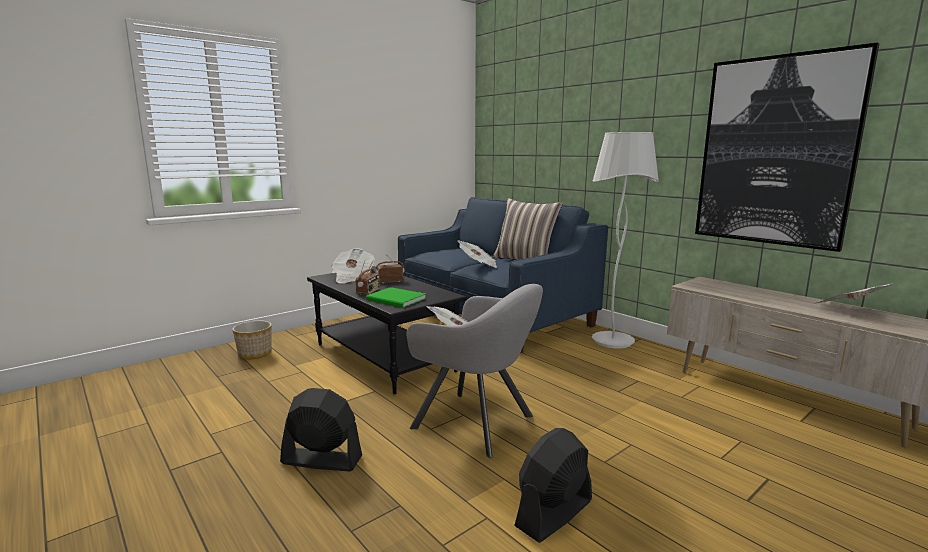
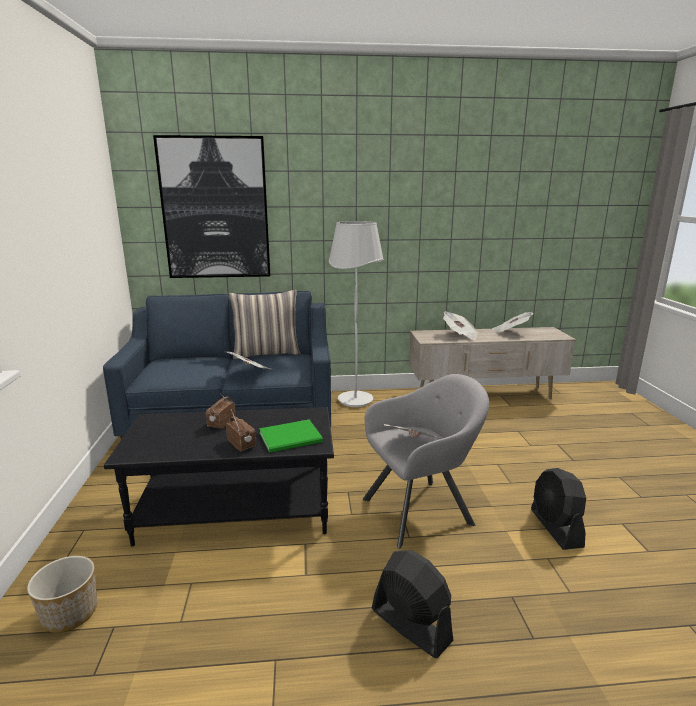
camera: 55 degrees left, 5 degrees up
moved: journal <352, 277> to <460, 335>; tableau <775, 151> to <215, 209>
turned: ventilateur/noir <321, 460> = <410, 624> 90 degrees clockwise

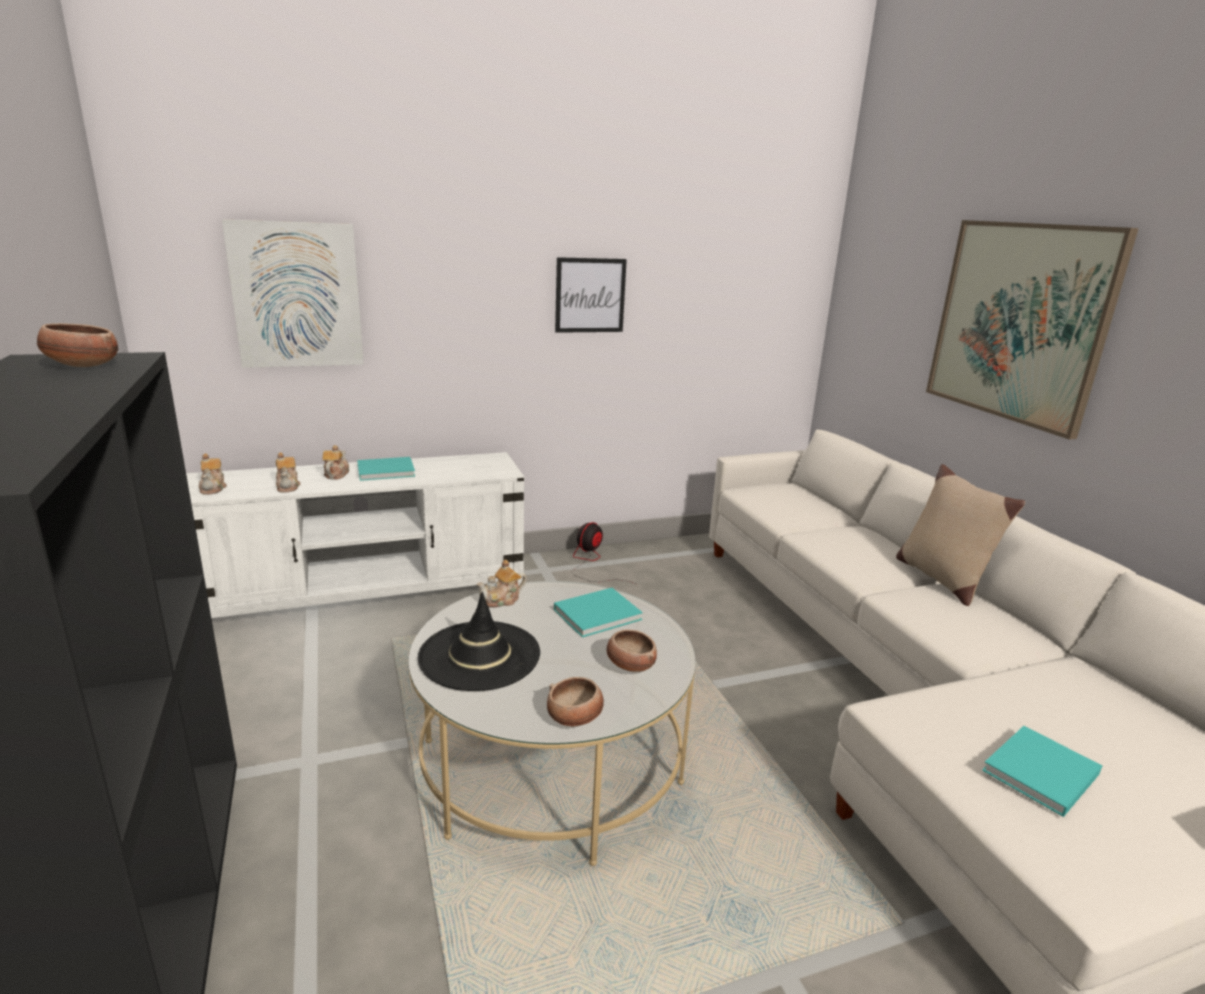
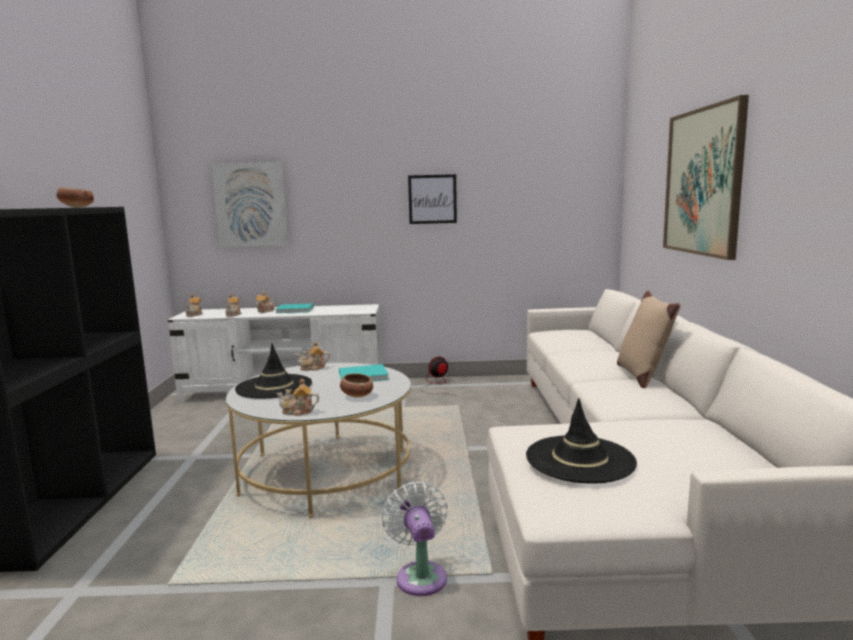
camera: 20 degrees right, 10 degrees down
added: ventilateur/blanc <420, 575>
replaced: bol <575, 718> to théière <298, 412>; livre/turquoise <1039, 774> to chapeau/noir <580, 459>

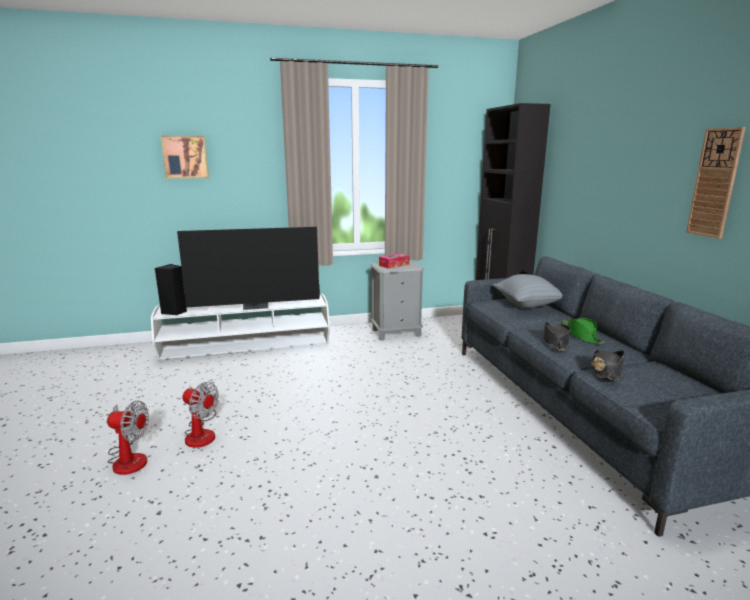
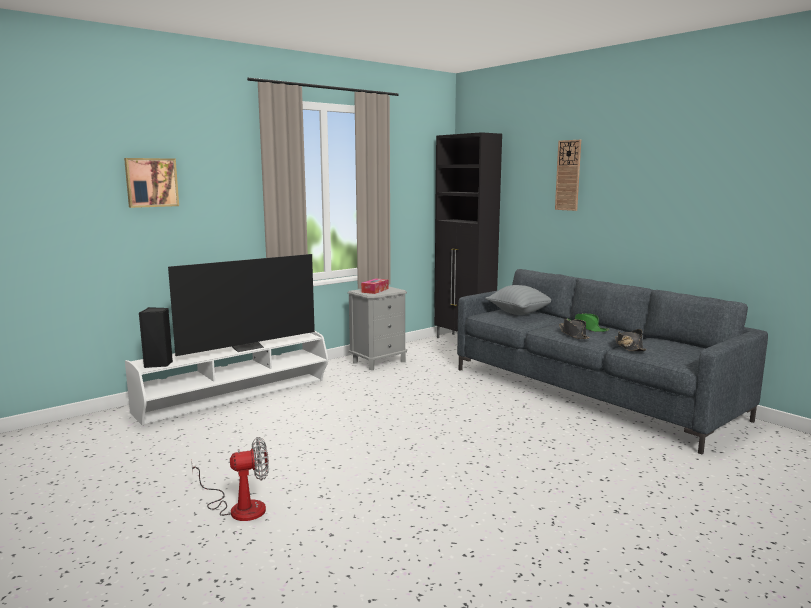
camera: 25 degrees left, 5 degrees down
removed: ventilateur <202, 433>
moved: horloge murale <715, 183> to <568, 175>

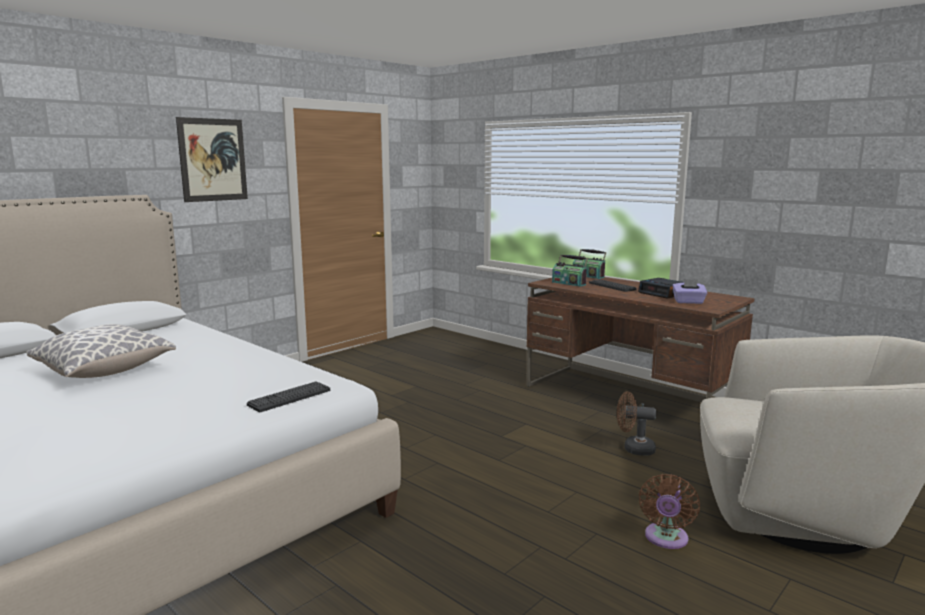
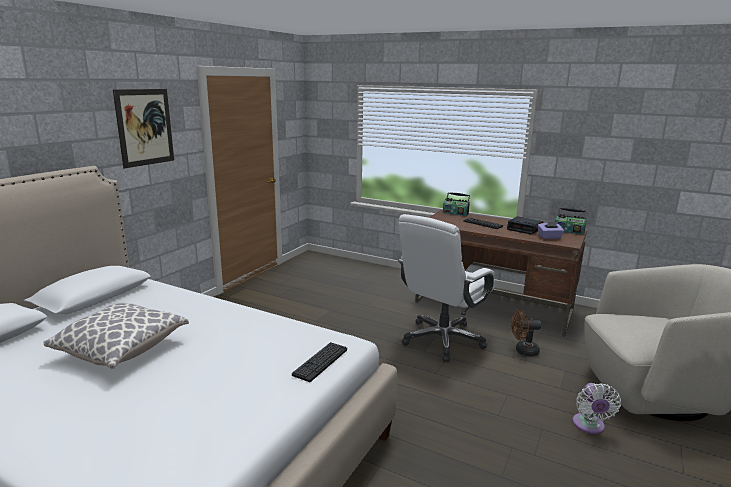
camera: 15 degrees left, 5 degrees up
added: chaise de bureau/blanc <442, 340>
moved: radio <569, 283> to <569, 231>
recoloured: ventilateur/marron <665, 539> to ventilateur/blanc <589, 426>

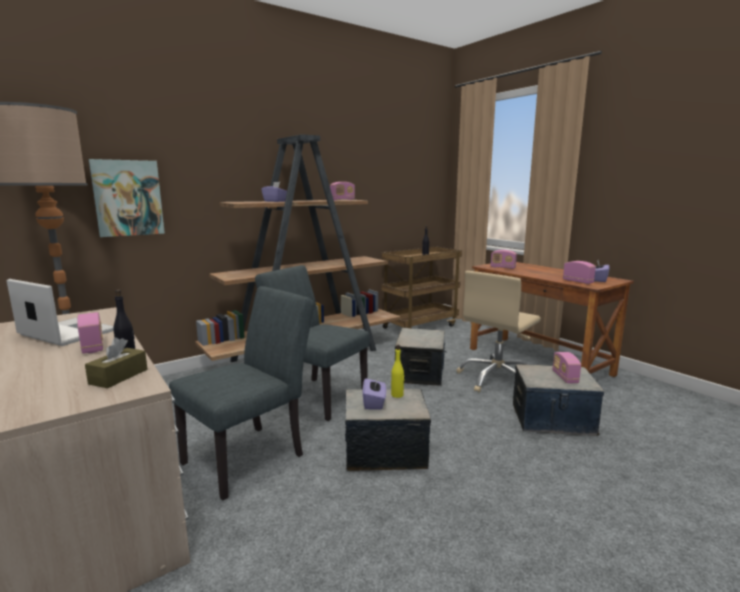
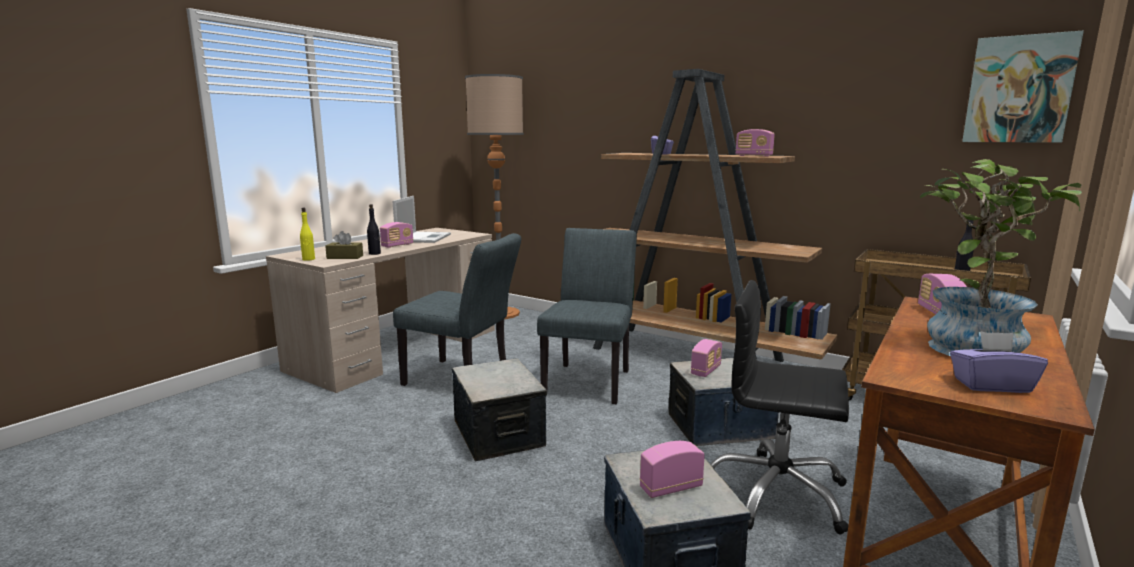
camera: 70 degrees right, 0 degrees up
removed: boîte à mouchoirs/violet <374, 403>
added: plante en pot <972, 345>
moved: tableau <128, 198> to <1019, 89>; bouteille/jaune <397, 395> to <308, 259>; radio <577, 282> to <706, 370>
recoloured: chaise de bureau/beige <497, 379> to chaise de bureau/noir <776, 493>

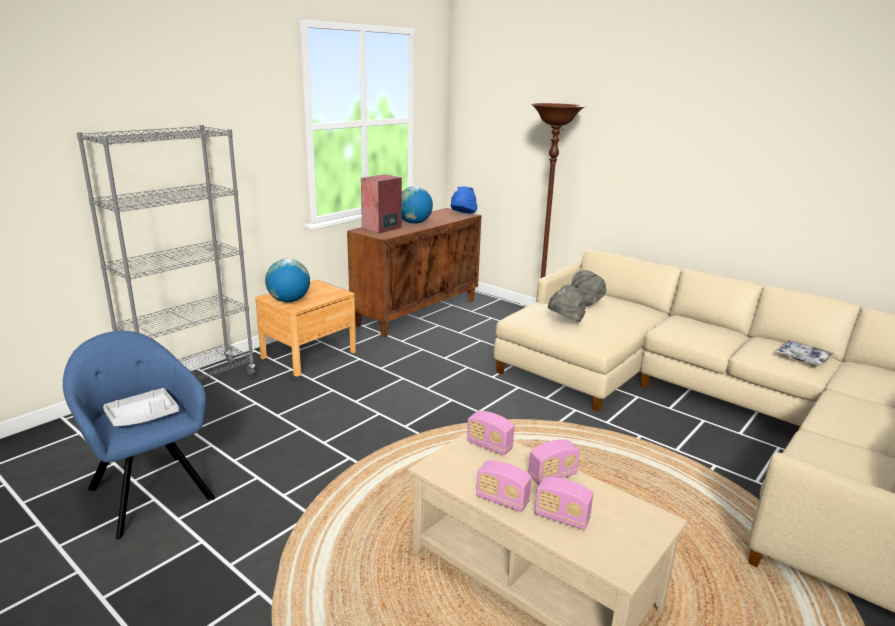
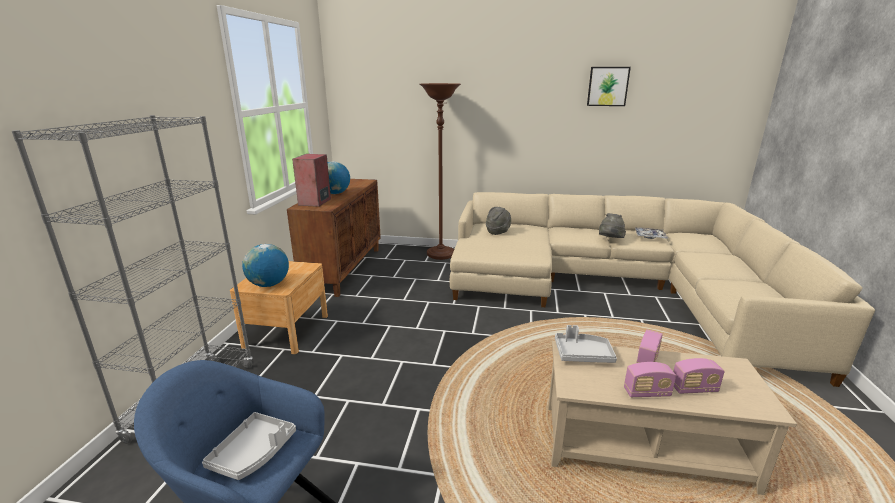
camera: 30 degrees left, 0 degrees up
removed: chapeau/bleu <463, 215>
added: tableau <607, 86>
moved: chapeau/gris <565, 321> to <610, 240>
replaced: radio <489, 446> to plateau/gris <582, 354>

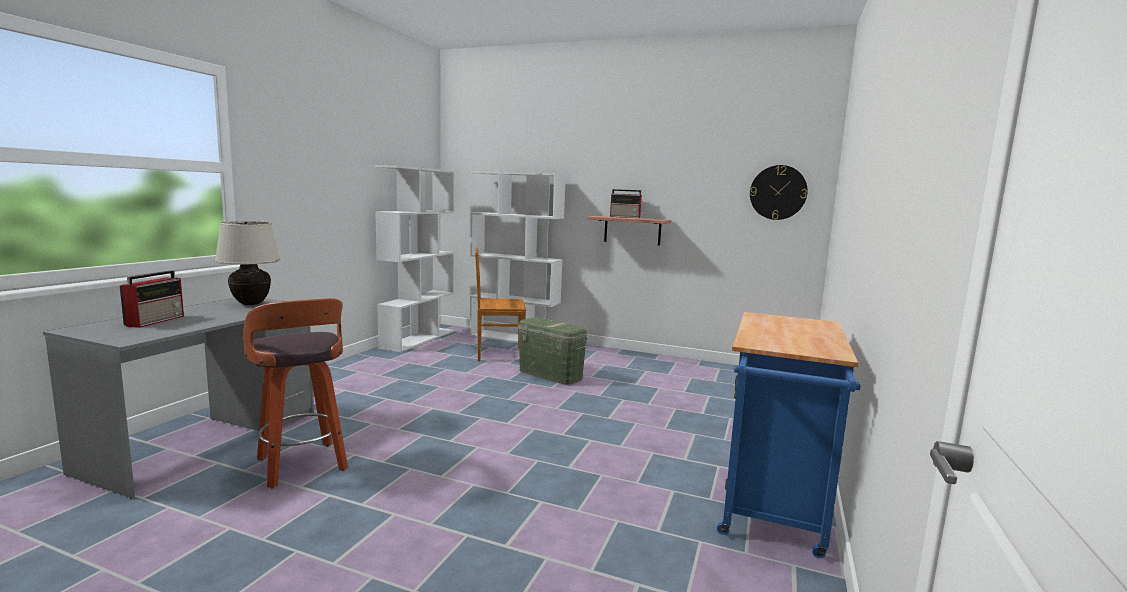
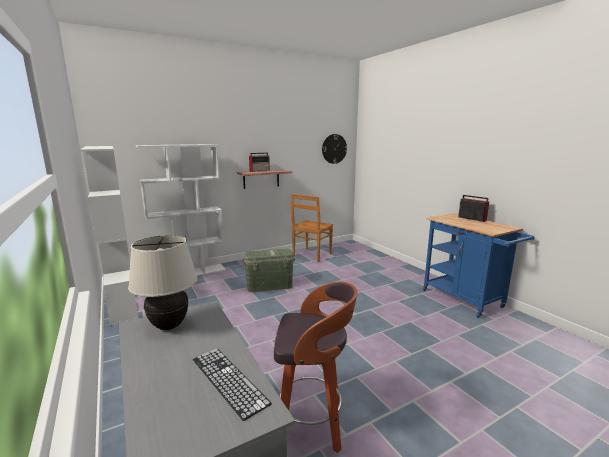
camera: 50 degrees left, 5 degrees up
added: clavier <228, 380>
moved: radio <156, 320> to <471, 219>; chaise/marron <498, 354> to <311, 255>

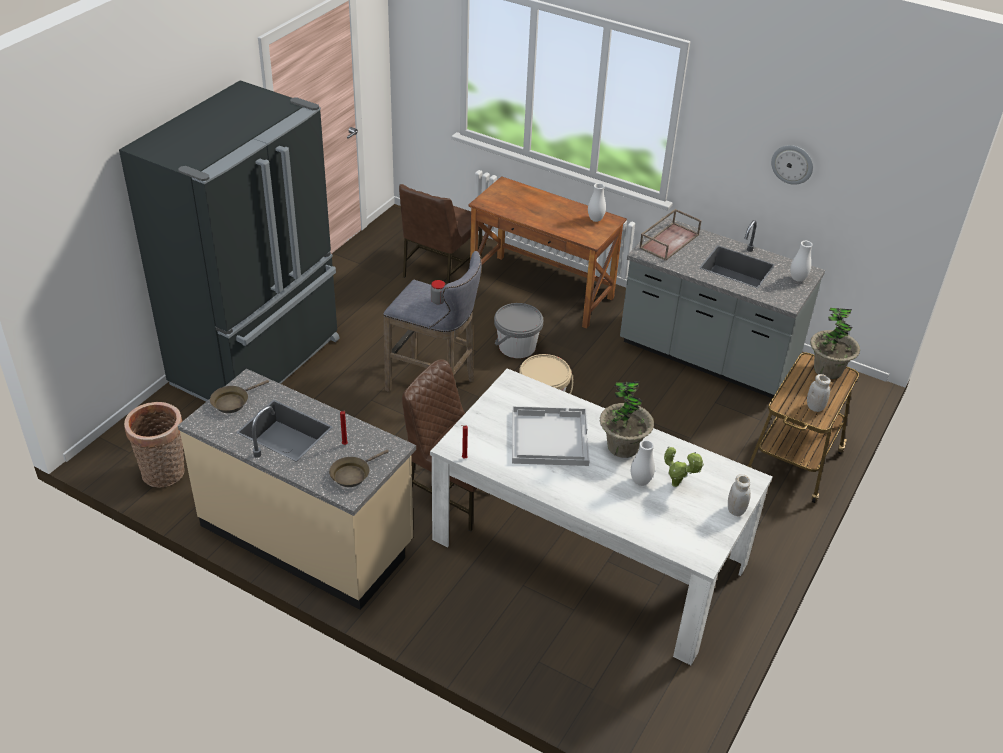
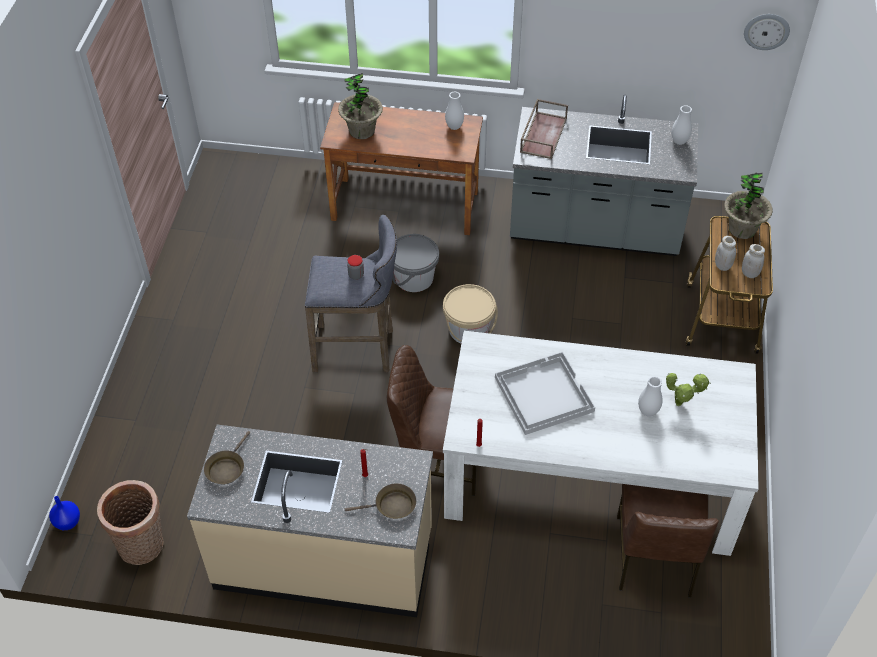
camera: 20 degrees left, 10 degrees up
removed: réfrigérateur/noir <259, 362>
added: vase/bleu <67, 522>
moved: chaise/marron <440, 270> to <654, 557>; plante en pot <623, 446> to <362, 130>; bocal/blanc <736, 510> to <722, 265>; horloge murale <792, 164> to <766, 31>
turned: poêle/marron <352, 474> = <392, 506> 120 degrees counterclockwise

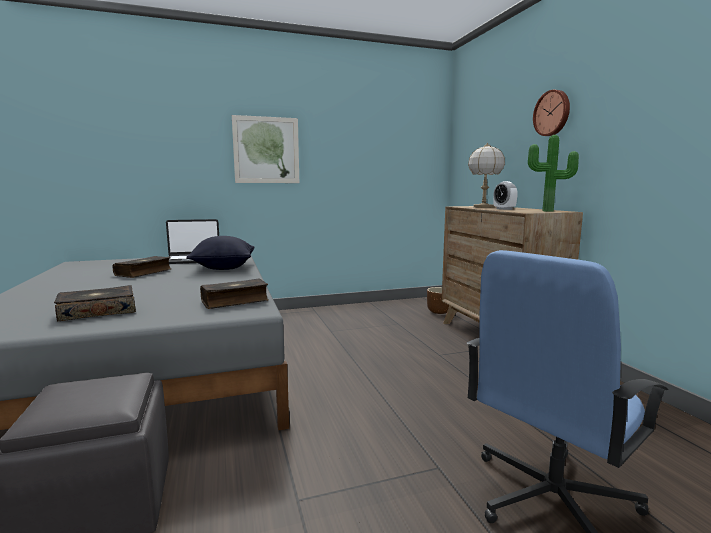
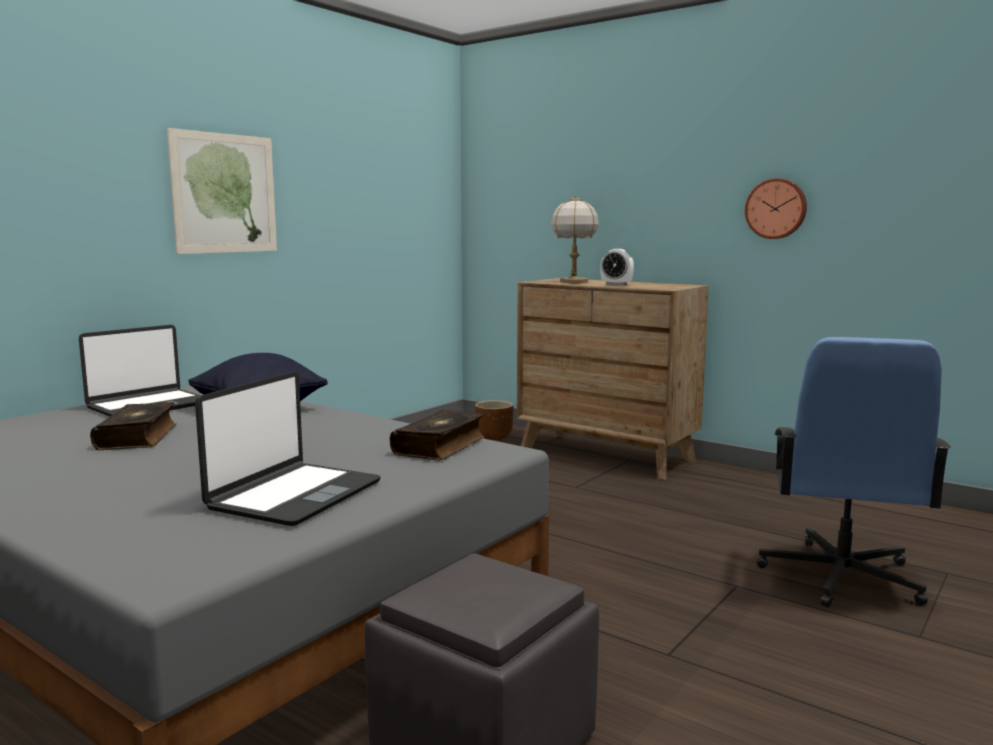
camera: 35 degrees left, 0 degrees up
removed: plante en pot <548, 211>
moved: horloge murale <552, 113> to <776, 209>
replaced: livre <98, 312> to ordinateur portable <294, 495>

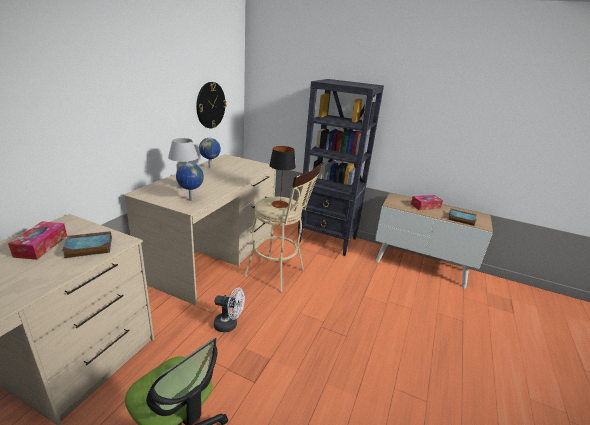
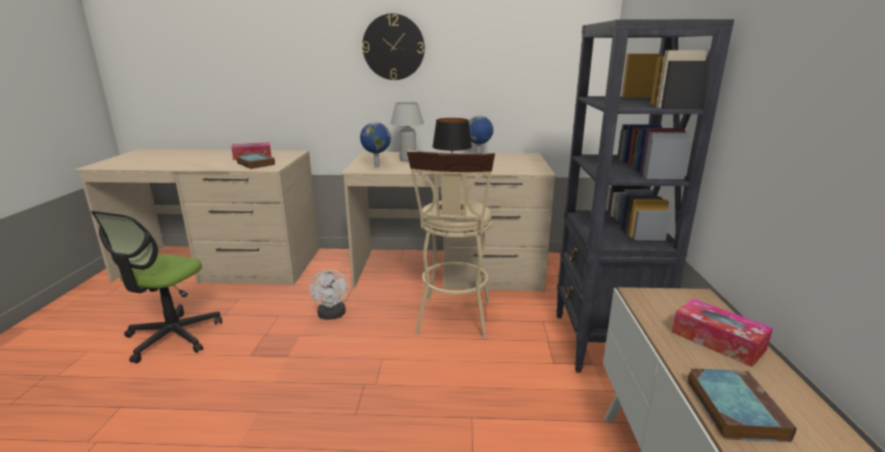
camera: 70 degrees right, 5 degrees down
moved: horloge murale <210, 105> to <393, 47>

